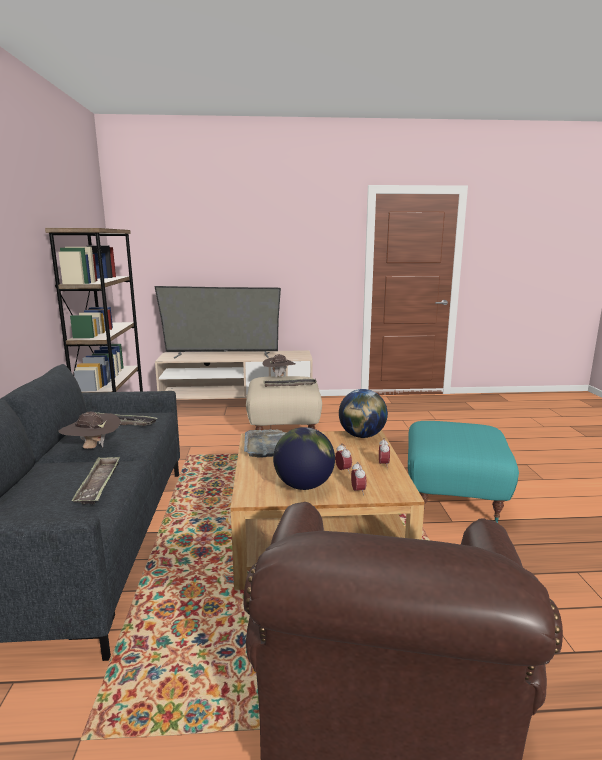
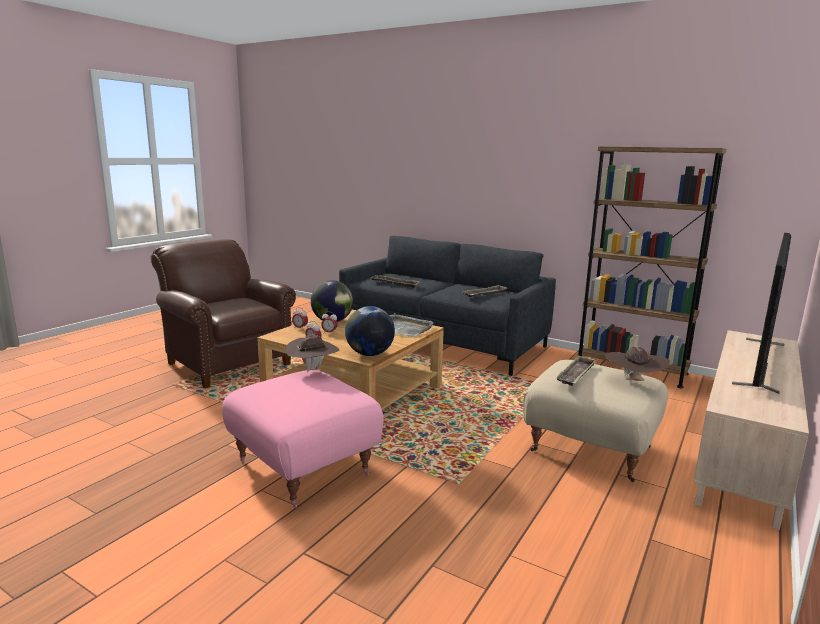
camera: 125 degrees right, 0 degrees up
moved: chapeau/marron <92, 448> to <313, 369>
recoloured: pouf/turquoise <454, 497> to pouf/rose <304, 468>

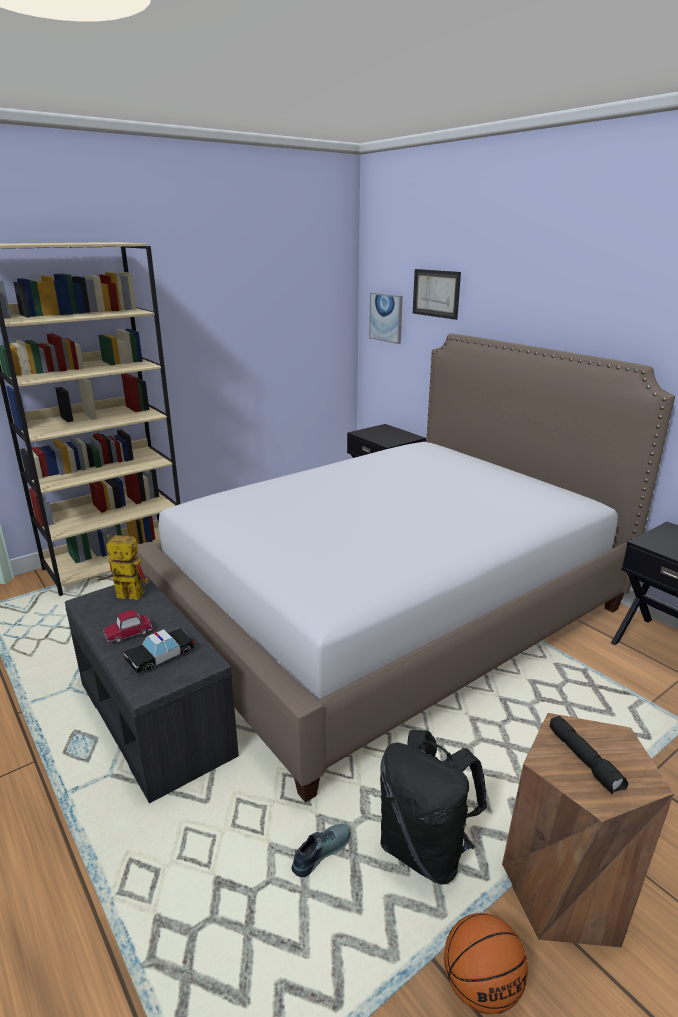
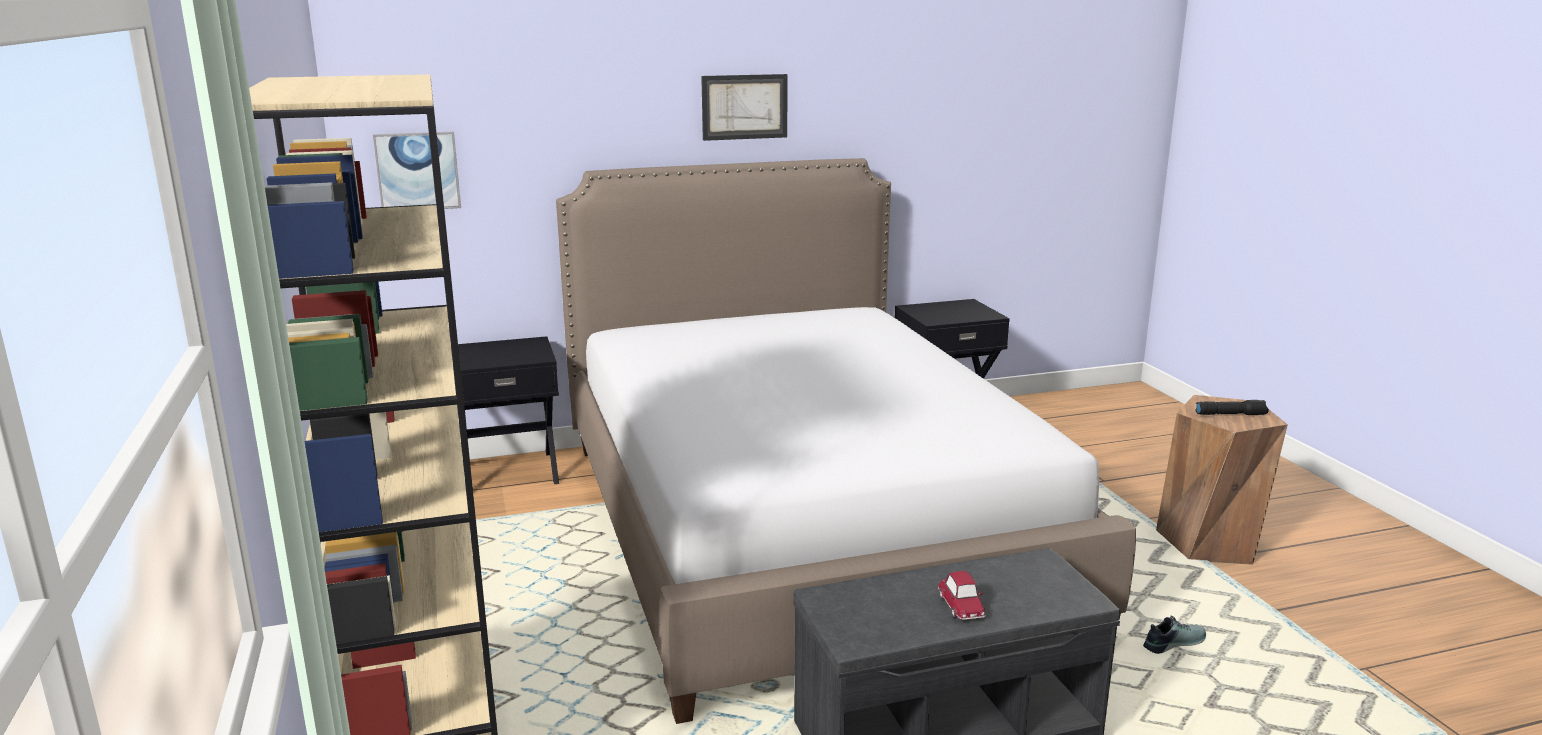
camera: 70 degrees left, 5 degrees down
removed: robot jouet <123, 596>; petite voiture <160, 656>; sac à dos/noir <425, 849>; ballon de basket <481, 985>
moved: tableau <436, 293> to <744, 107>
turned: chaussure <320, 851> = <1172, 642> 90 degrees clockwise

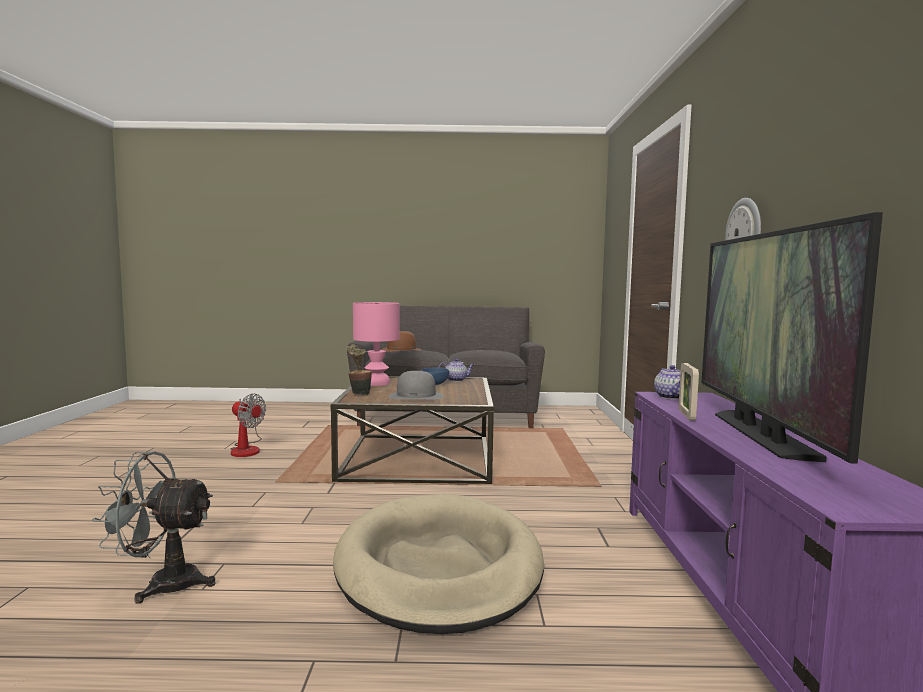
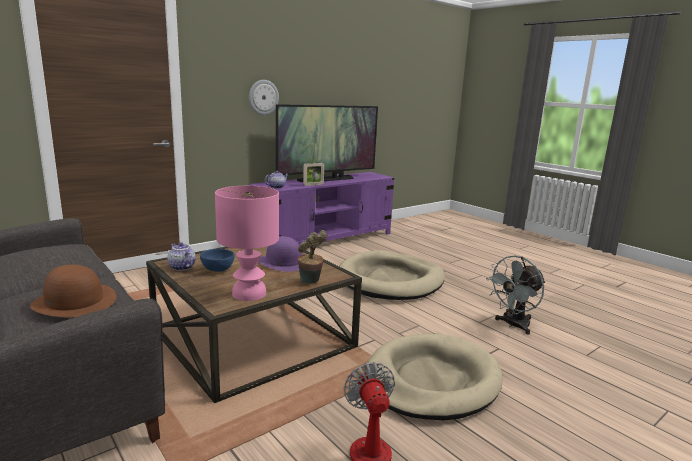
camera: 130 degrees left, 10 degrees up
added: panier pour chien/beige <431, 380>
recoloured: chapeau/gris <416, 396> to chapeau/violet <283, 262>
turned: ventilateur/gris <162, 583> = <513, 325> 90 degrees clockwise

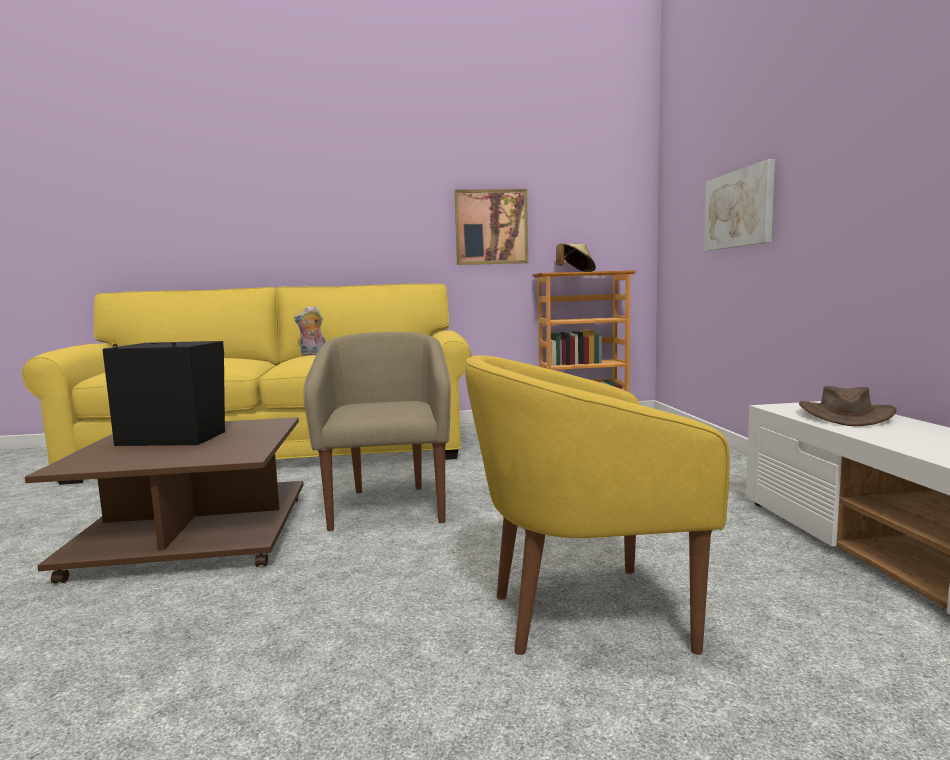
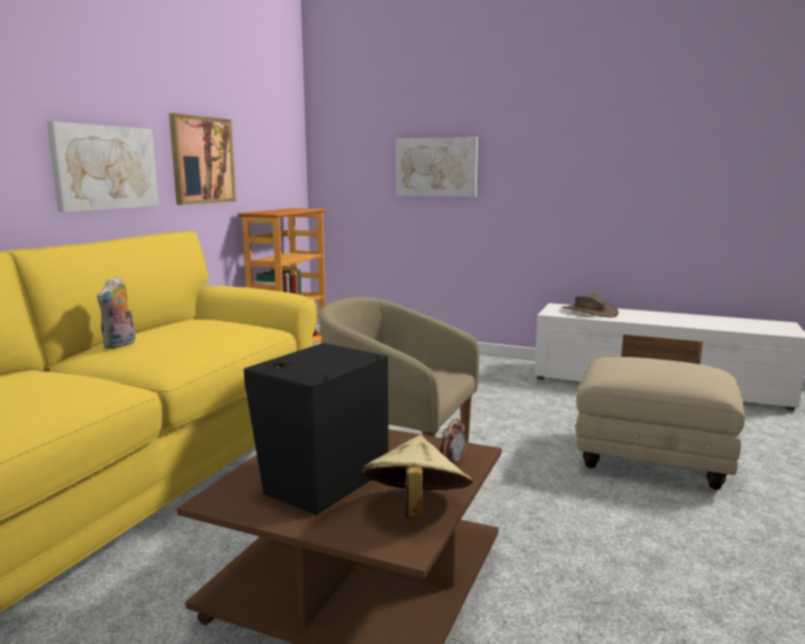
camera: 60 degrees left, 5 degrees up
added: tableau <105, 167>; réveil <452, 462>
moved: chapeau/beige <575, 272> to <415, 509>
replaced: fauteuil/jaune <582, 614> to pouf/beige <649, 460>

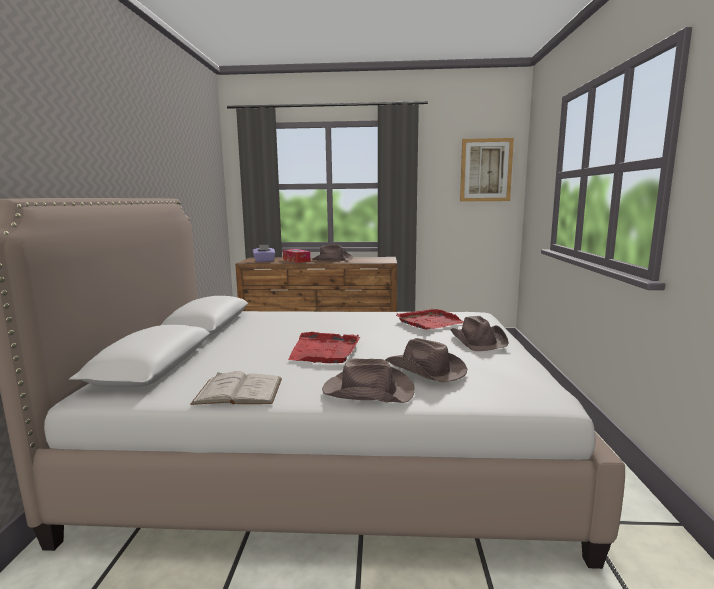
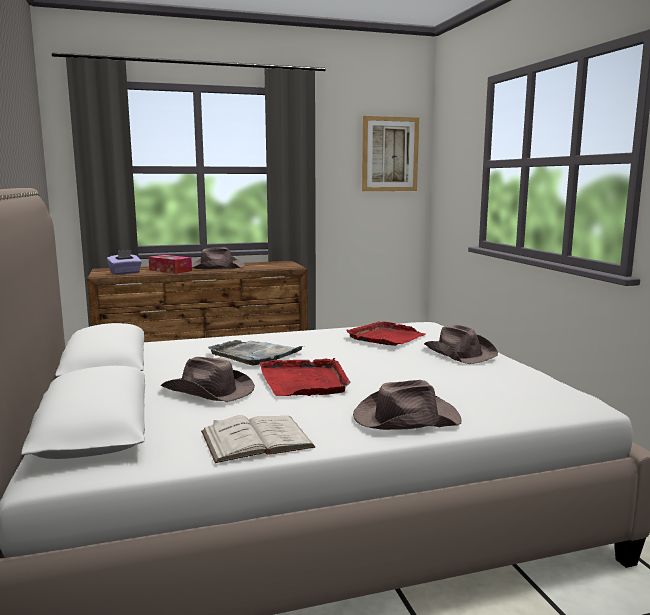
camera: 20 degrees left, 0 degrees up
added: plateau/gris <255, 354>
moved: chapeau/marron <425, 369> to <208, 391>

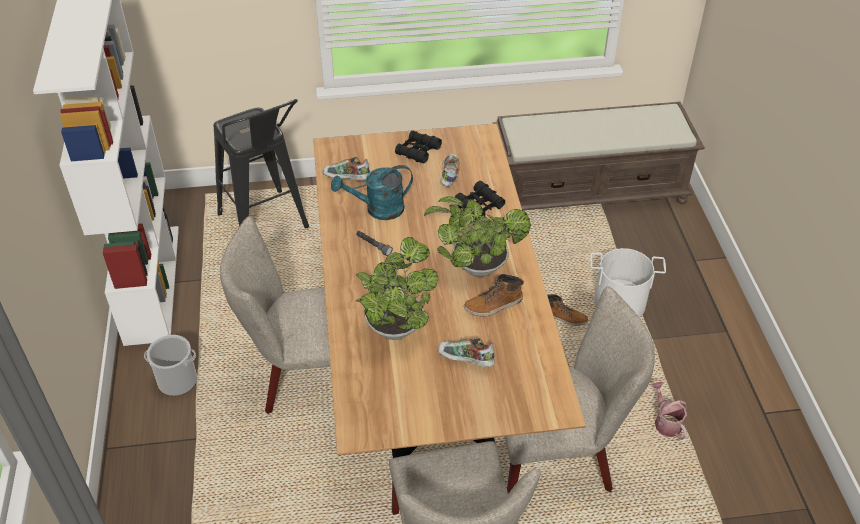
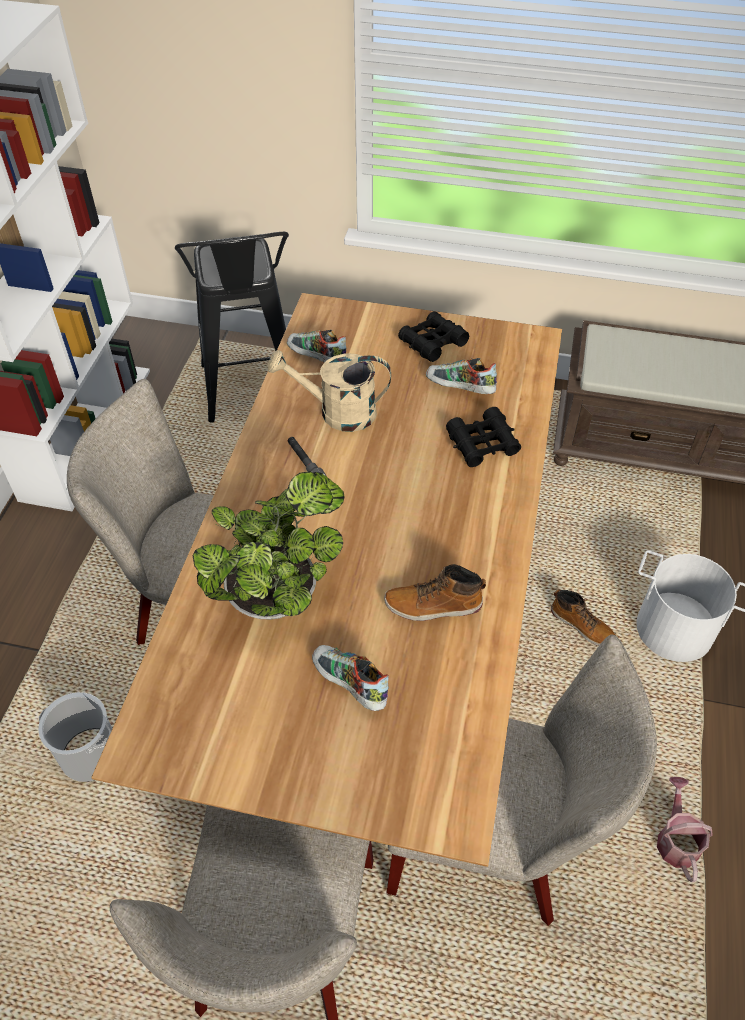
camera: 20 degrees right, 5 degrees up
removed: plante en pot <475, 266>
moved: seau <177, 381> to <90, 754>
recoloured: arrosoir/turquoise <378, 209> to arrosoir/beige <337, 413>
turned: chaussure <449, 176> = <459, 389> 90 degrees counterclockwise

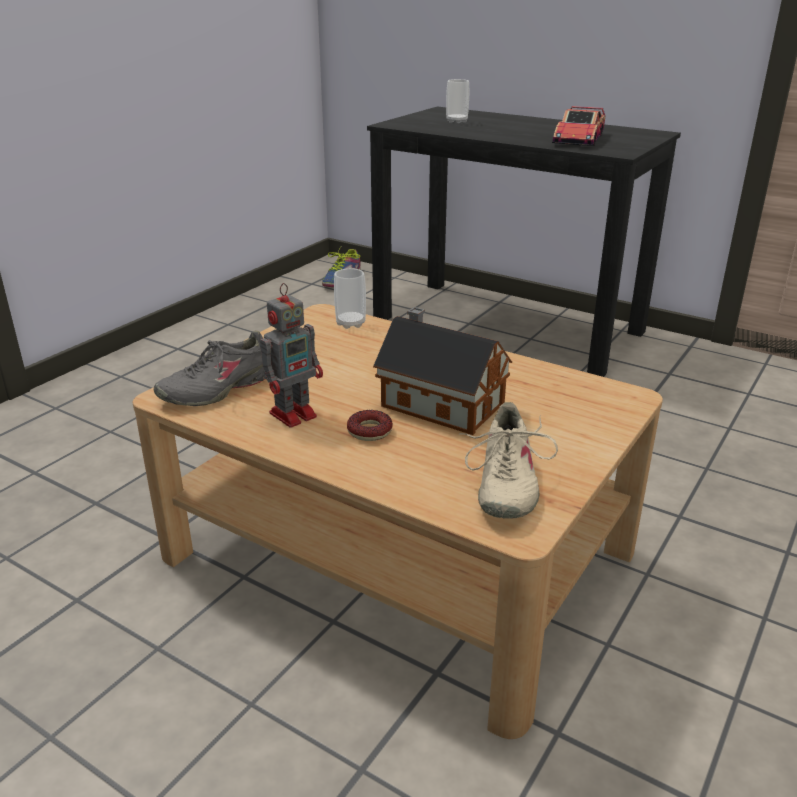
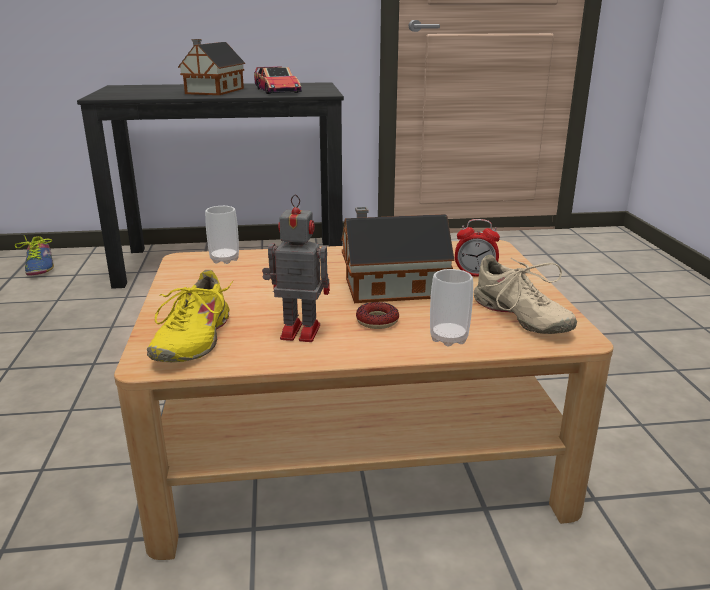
camera: 40 degrees left, 5 degrees down
added: maison miniature <213, 91>; réveil <475, 274>
moved: tasse <456, 121> to <448, 338>
recoloured: chaussure/gris <217, 389> to chaussure/jaune <192, 339>
turned: robot jouet <295, 414> = <298, 331> 90 degrees counterclockwise

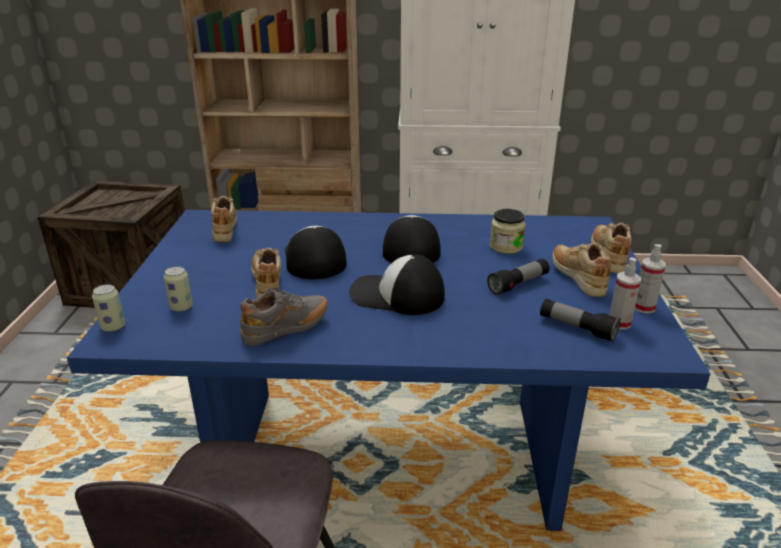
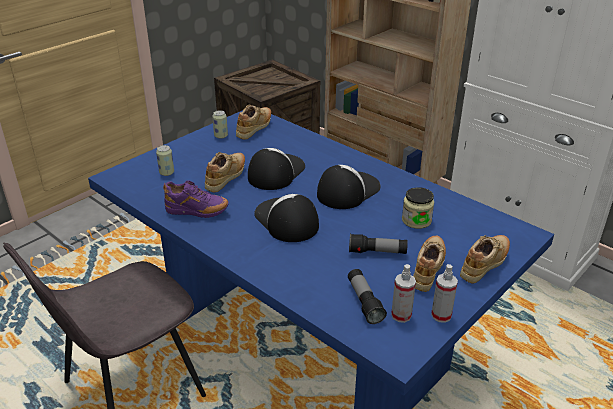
camera: 40 degrees right, 5 degrees up
moved: boîte métallique <113, 327> to <221, 136>
recoloured: chaussure/gris <287, 329> to chaussure/violet <197, 212>

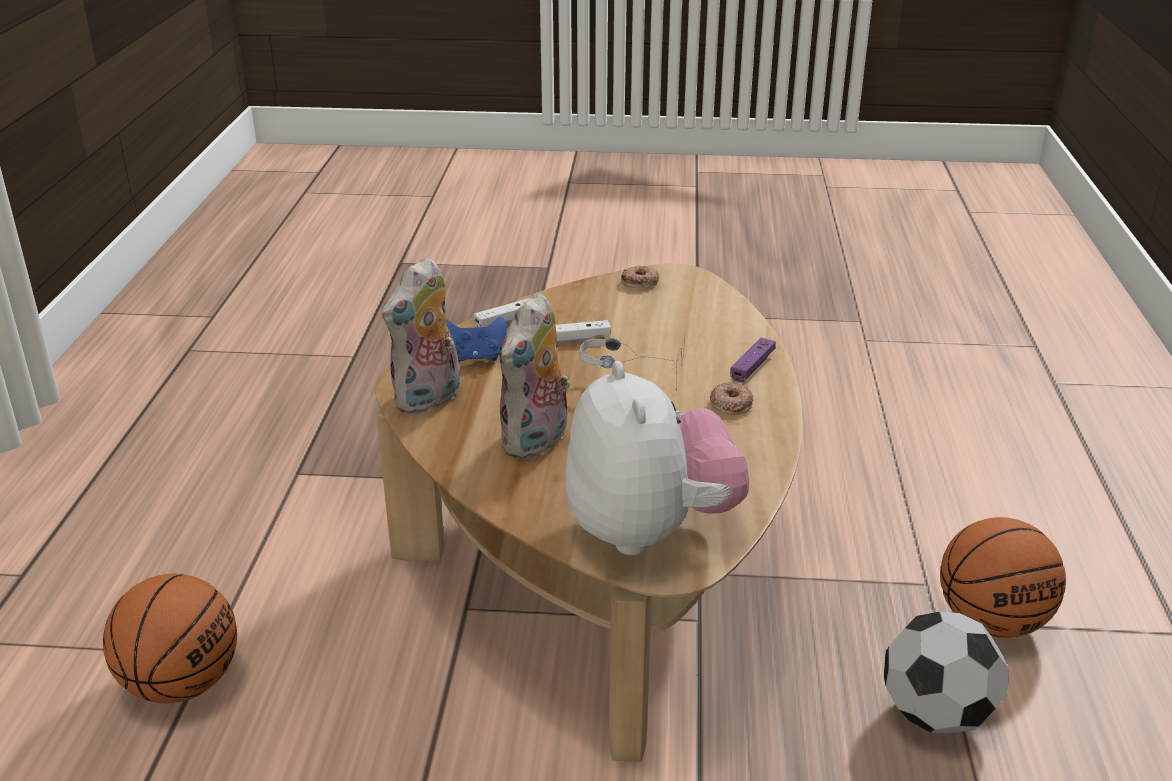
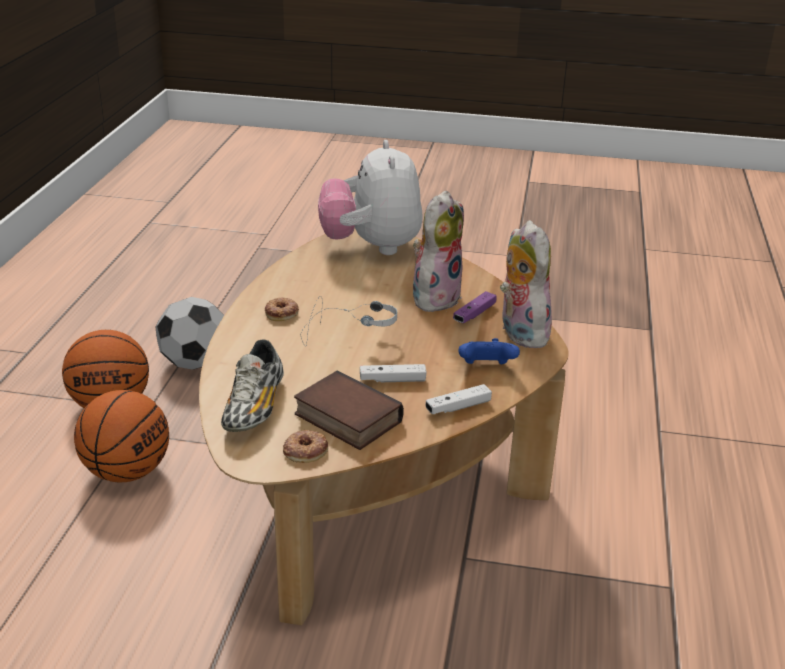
camera: 175 degrees left, 0 degrees up
added: chaussure <254, 407>; livre <345, 418>
moved: ballon de basket <182, 684> to <127, 472>; manette/violet <752, 366> to <474, 314>
turned: peluche <429, 400> = <519, 333> 60 degrees counterclockwise

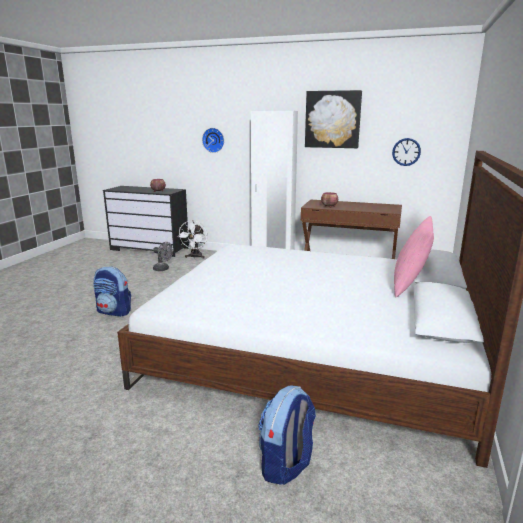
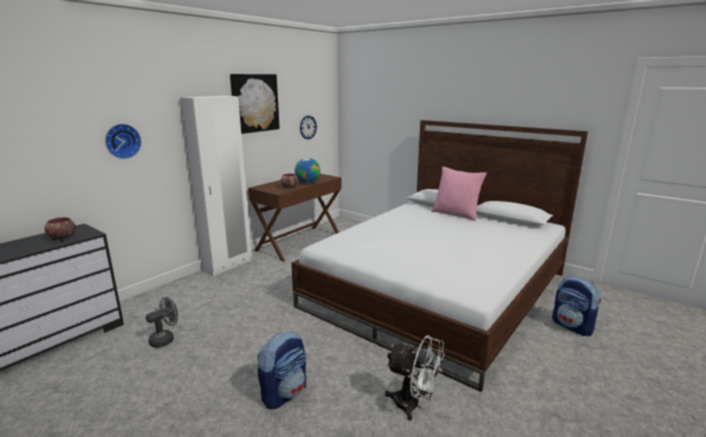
camera: 70 degrees left, 0 degrees up
added: globe <307, 183>
moved: ventilateur/blanc <195, 257> to <413, 405>

